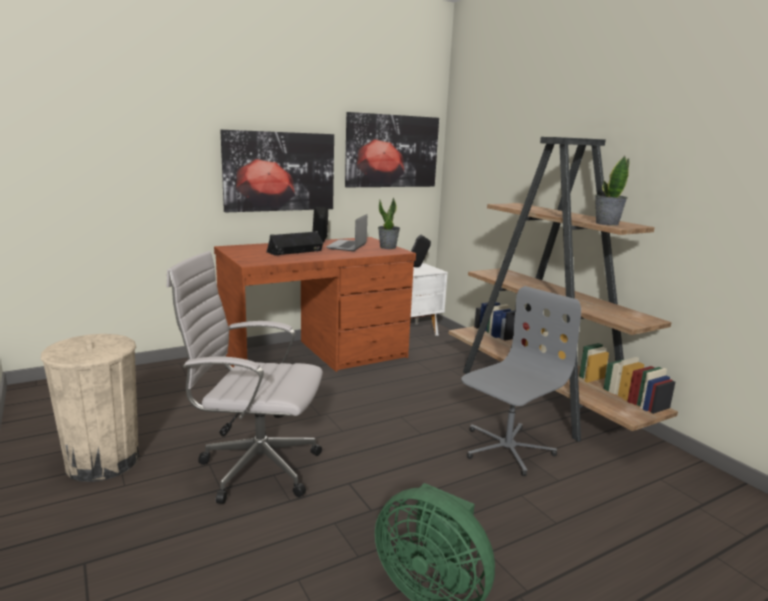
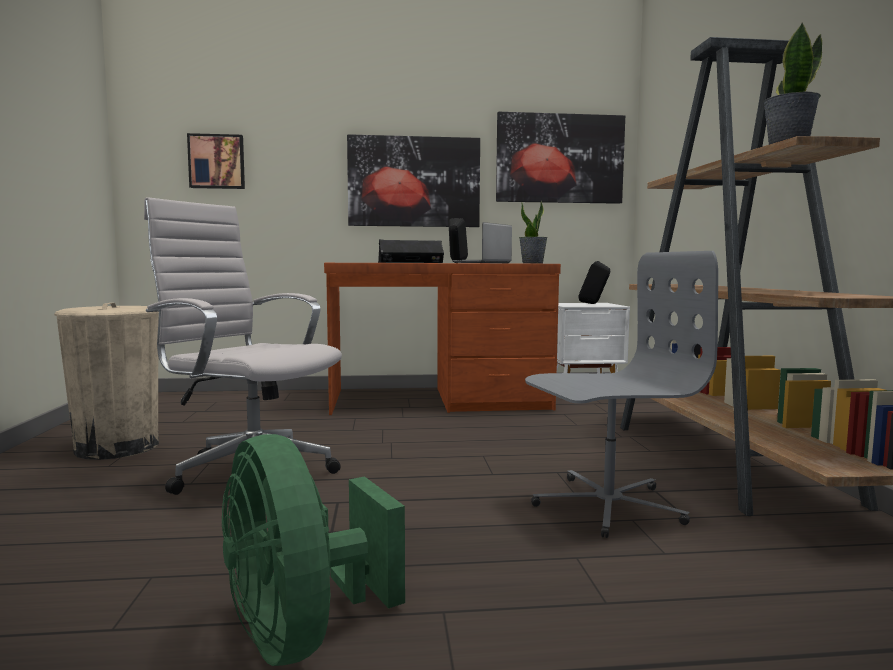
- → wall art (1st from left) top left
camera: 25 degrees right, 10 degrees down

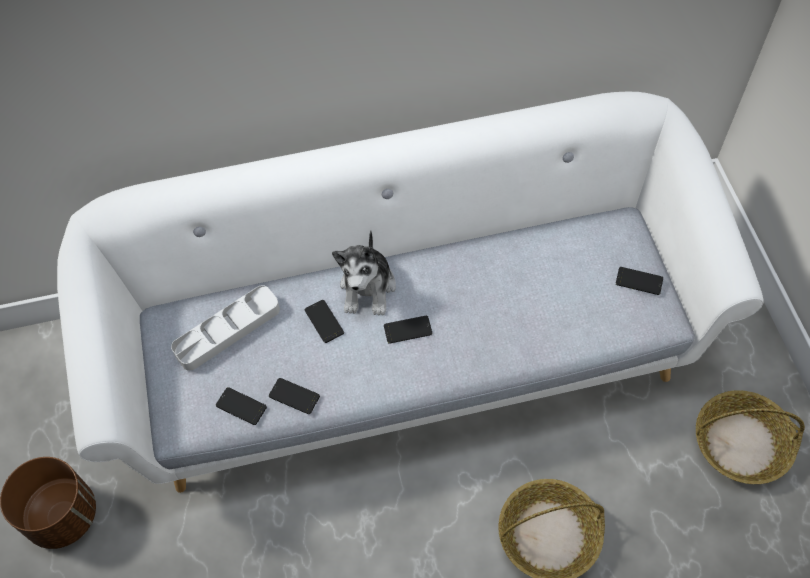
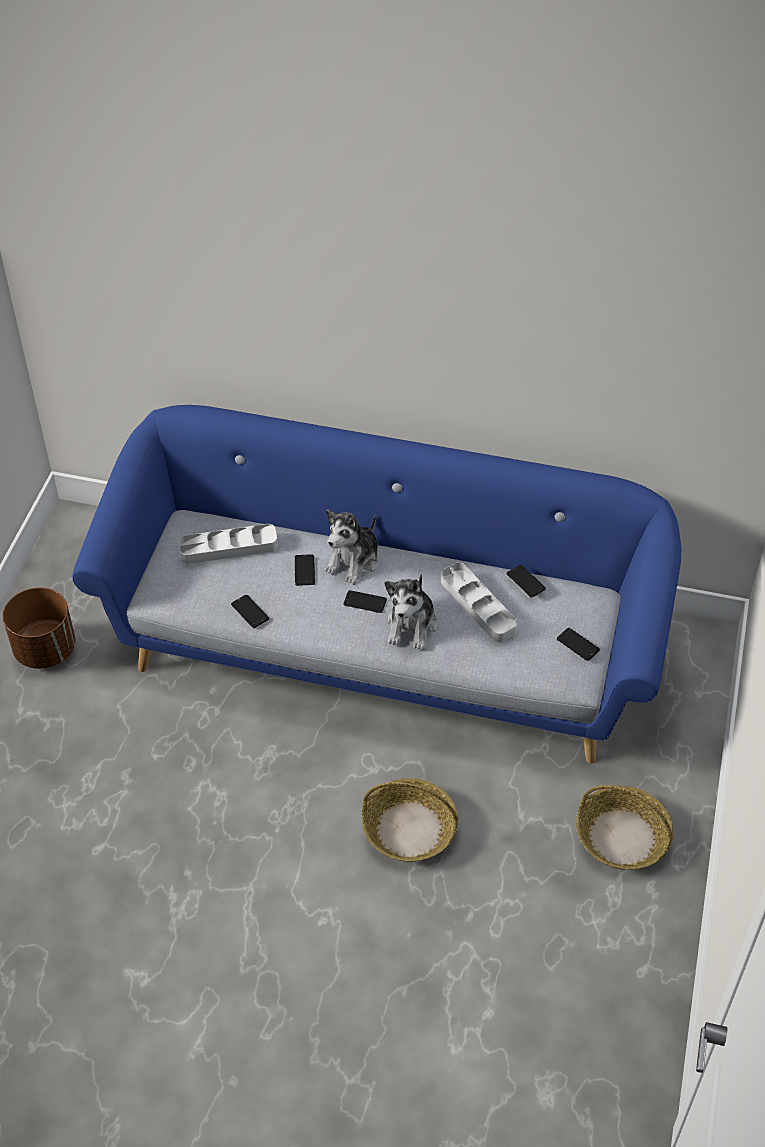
- → cuddly toy (2nd from left) centre
- → grey carrying tray (2nd from left) centre
handset (1st from left in the first image) bottom left → handset (4th from left) middle right, moved
white-coloured couch centre → blue couch centre
camera: 25 degrees right, 10 degrees down

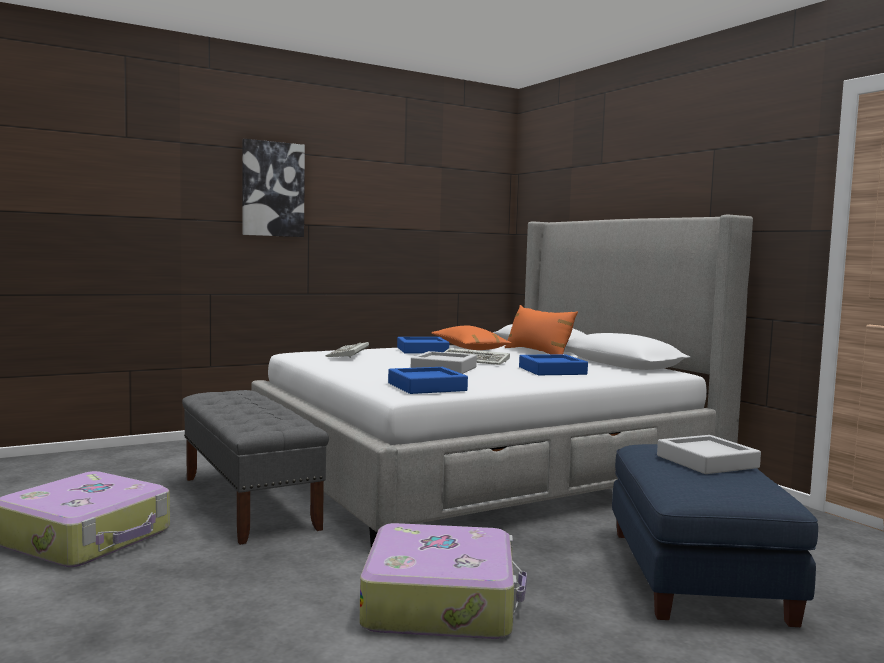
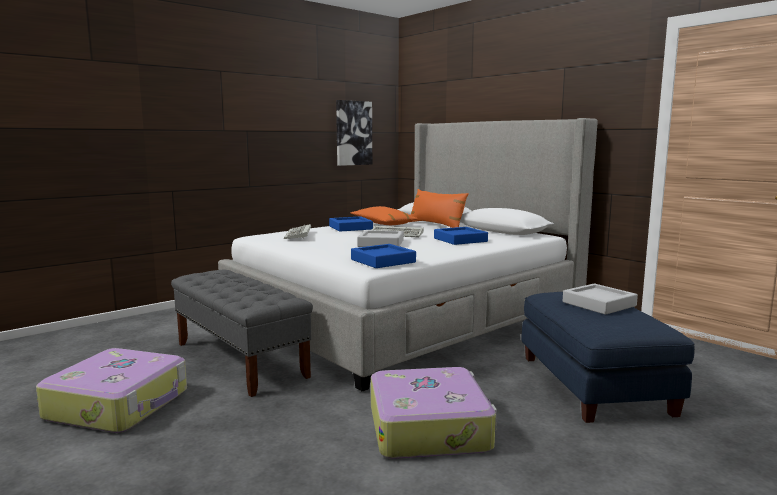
wall art top left → wall art top centre, moved
camera: 10 degrees left, 5 degrees up

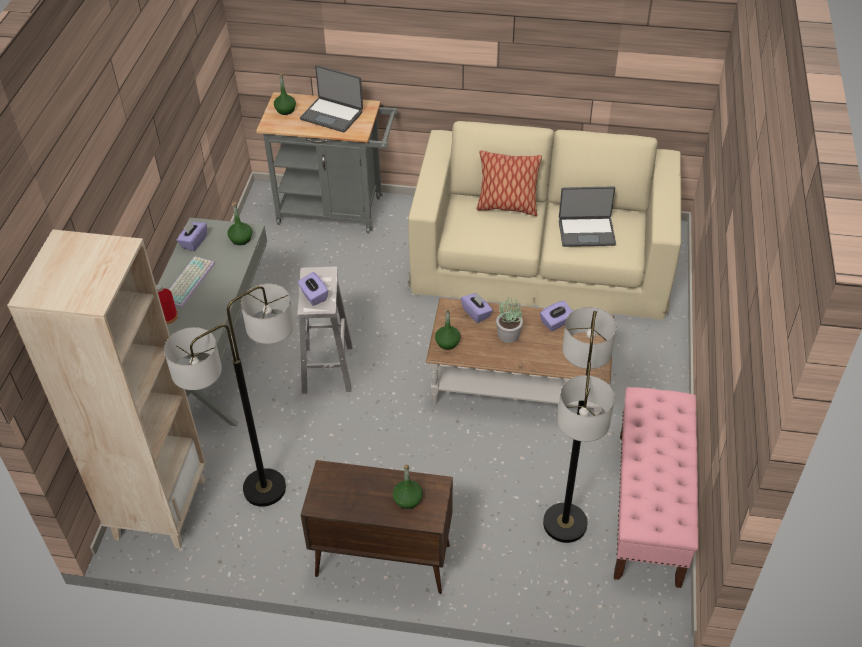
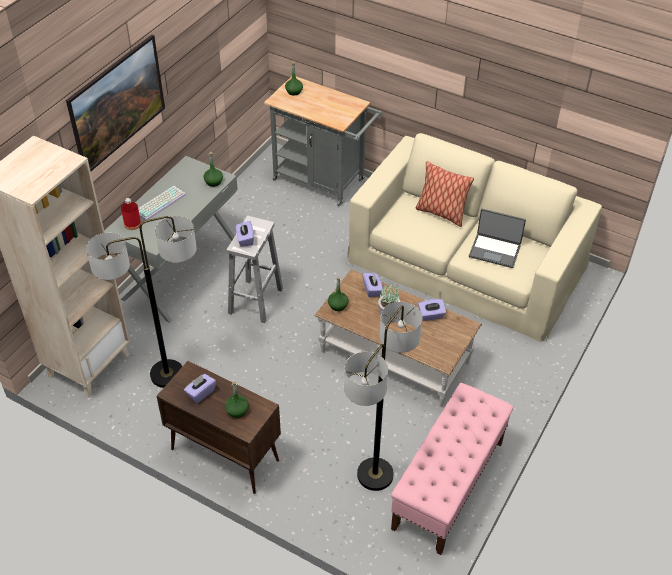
notebook computer (1st from left) top centre → -
- → wall art top left
purplish tissue box (1st from left) middle left → purplish tissue box (1st from left) bottom left, moved
camera: 20 degrees right, 0 degrees up

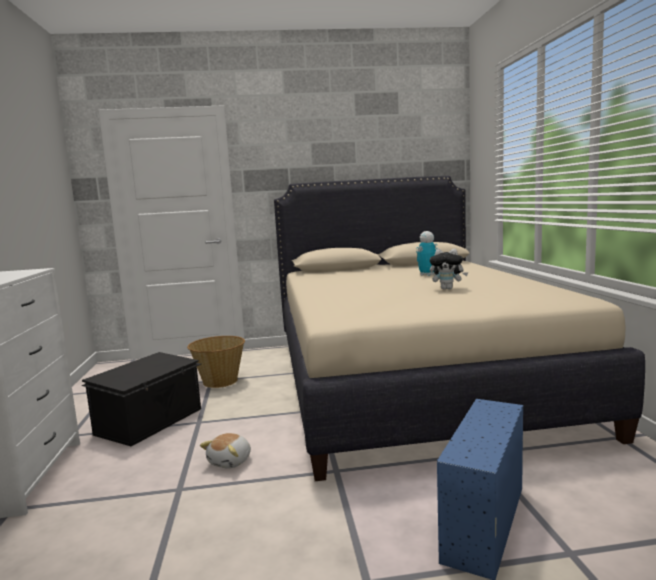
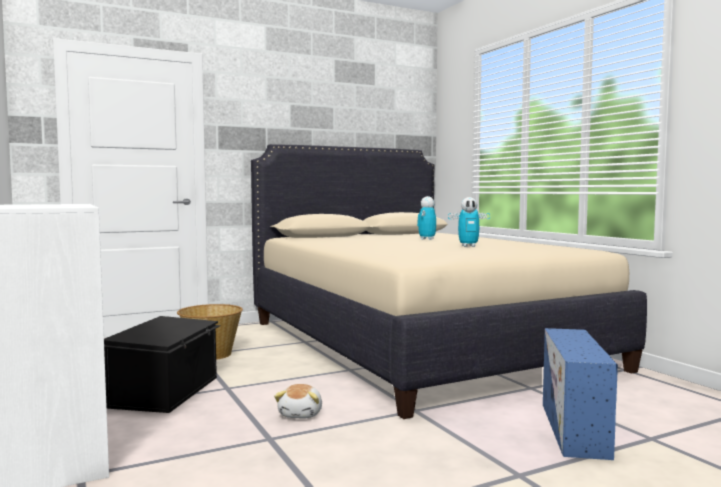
cuddly toy (2nd from left) middle right → robot figure (2nd from left) centre
camera: 20 degrees left, 5 degrees down

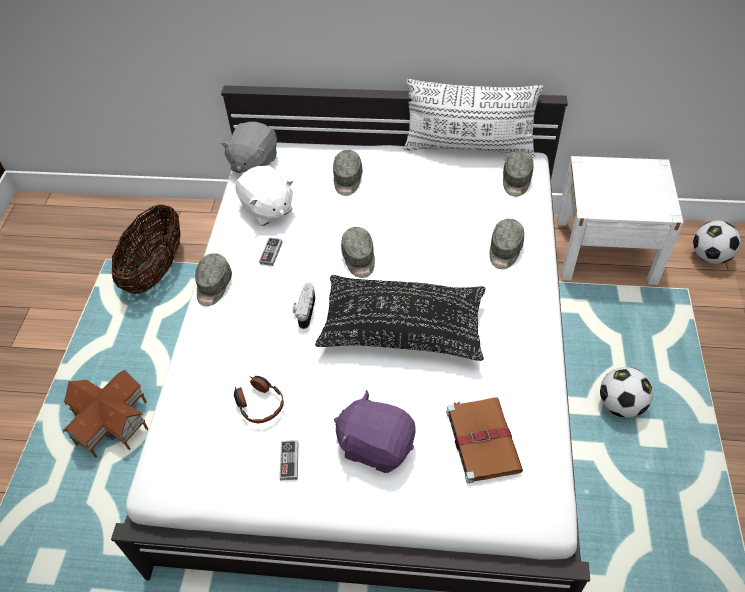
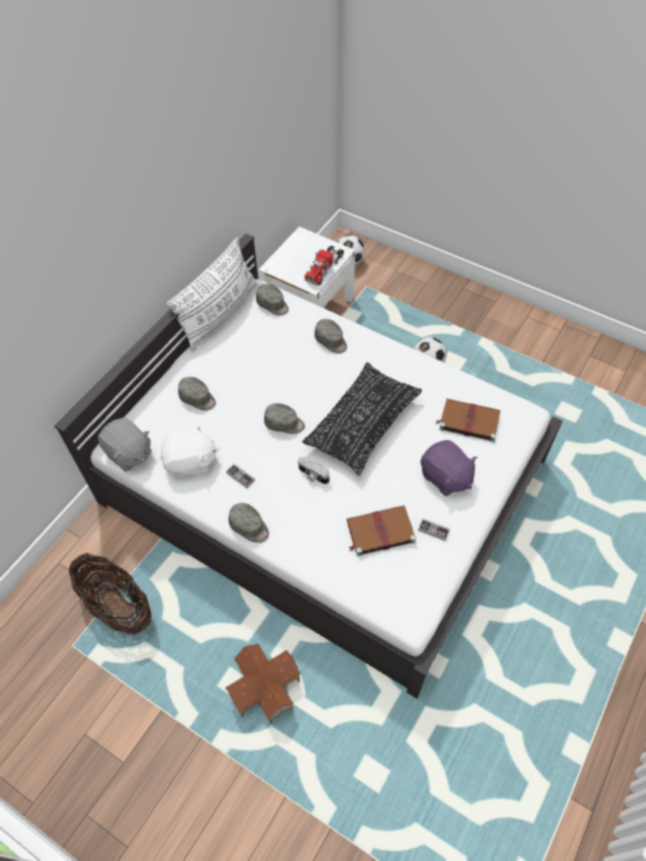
- → toy lorry top centre
headphones bottom centre → brown-coloured volume (1st from left) centre
purplish cuddly toy bottom centre → purplish cuddly toy middle right, 90 degrees counterclockwise
camera: 65 degrees left, 5 degrees up

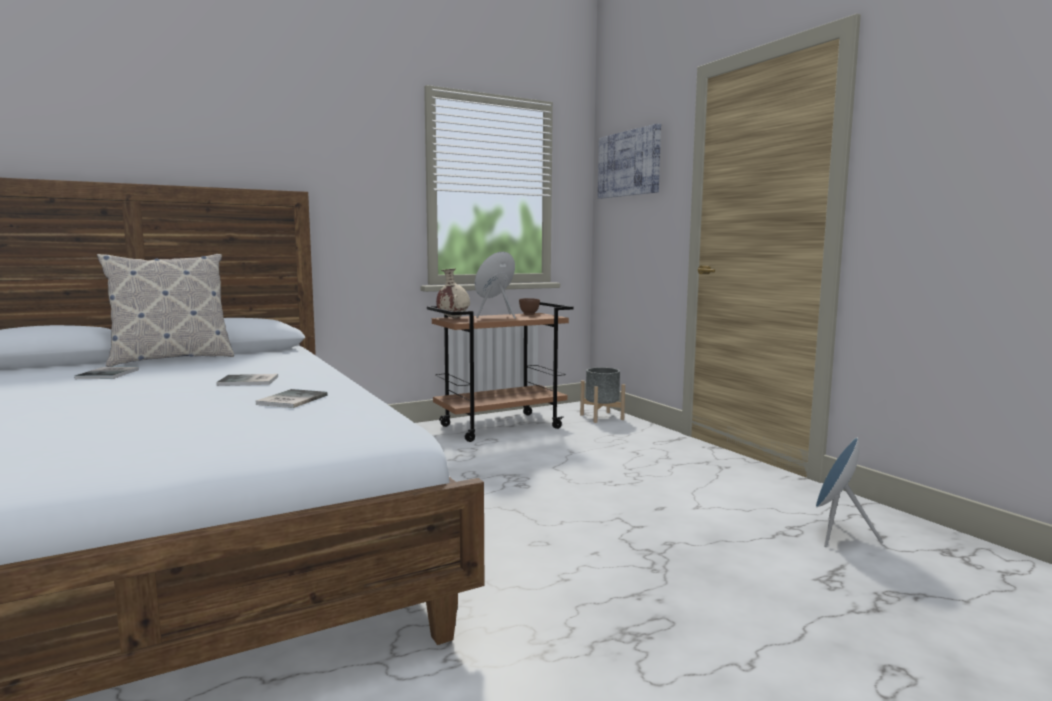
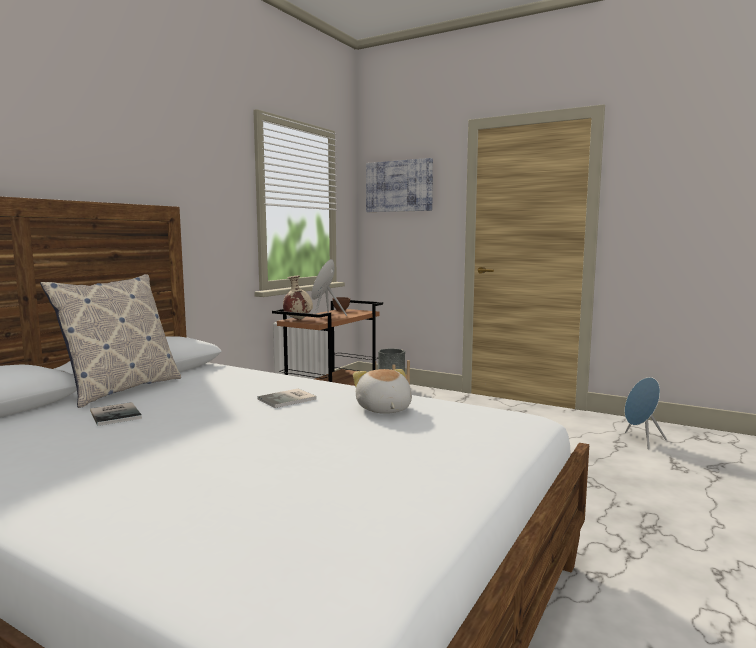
volume (3rd from left) middle left → cuddly toy centre
camera: 30 degrees left, 0 degrees up

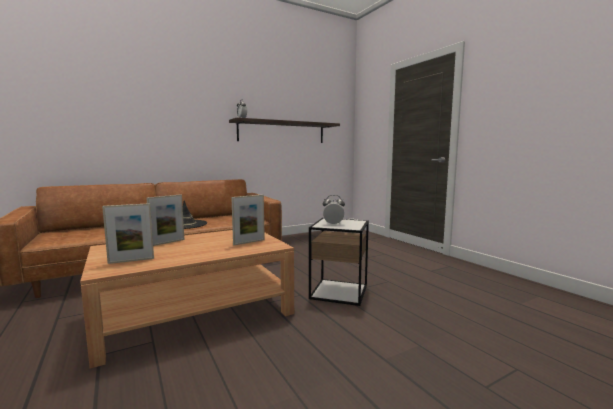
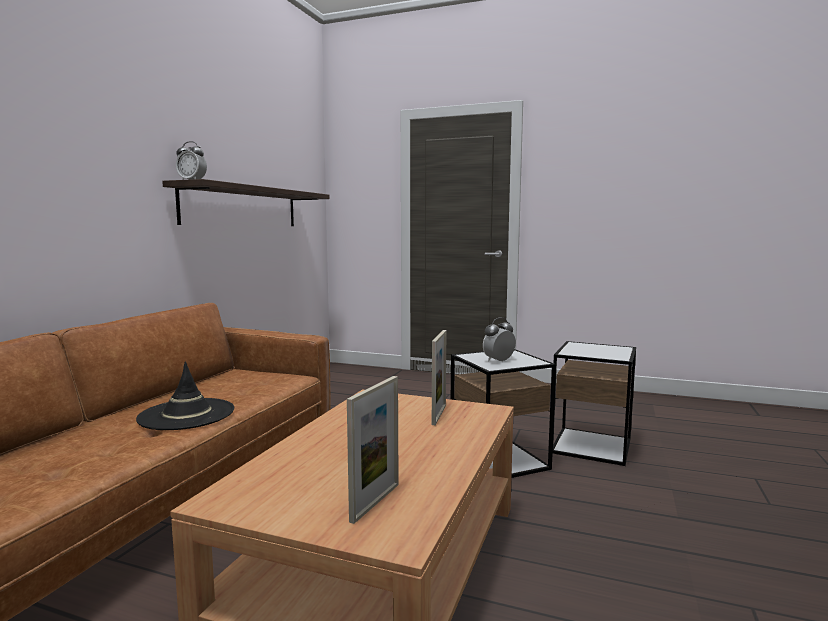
picture frame (2nd from left) middle left → -
- → side table (2nd from left) middle right
camera: 40 degrees left, 0 degrees up

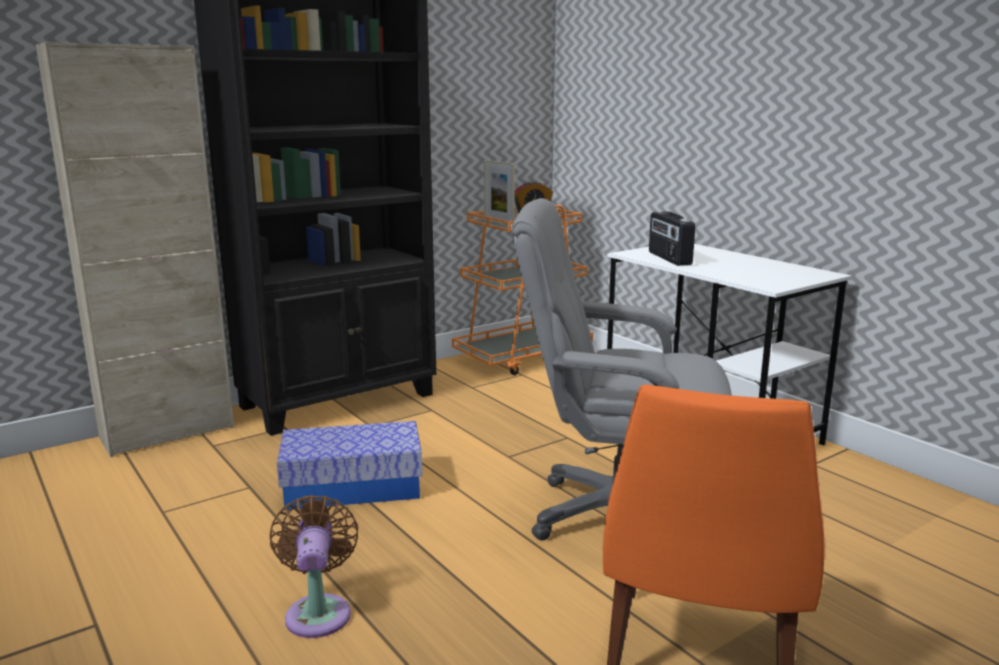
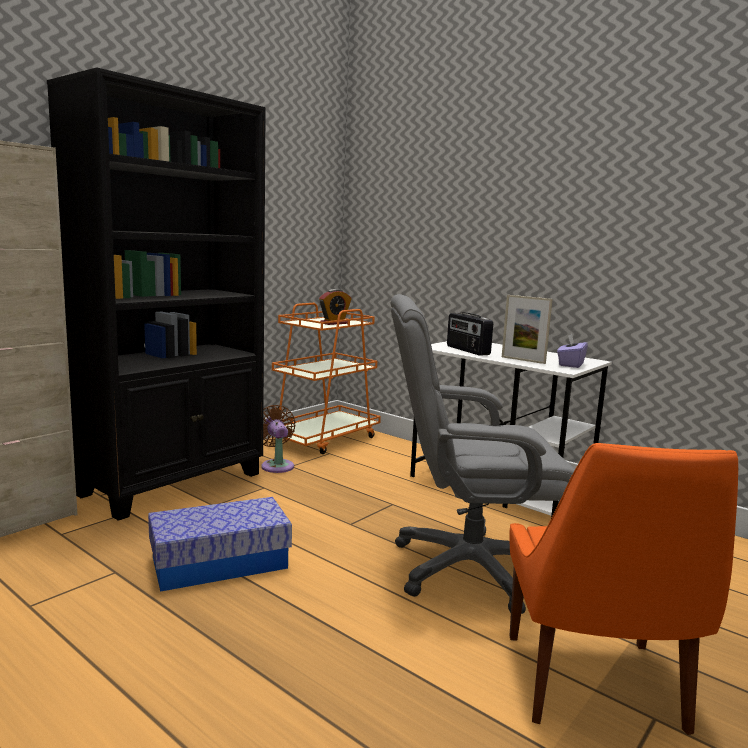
- → purplish tissue box middle right
brown-coloured electric fan bottom left → brown-coloured electric fan centre, moved
picture frame top centre → picture frame middle right, moved
camera: 15 degrees left, 5 degrees down

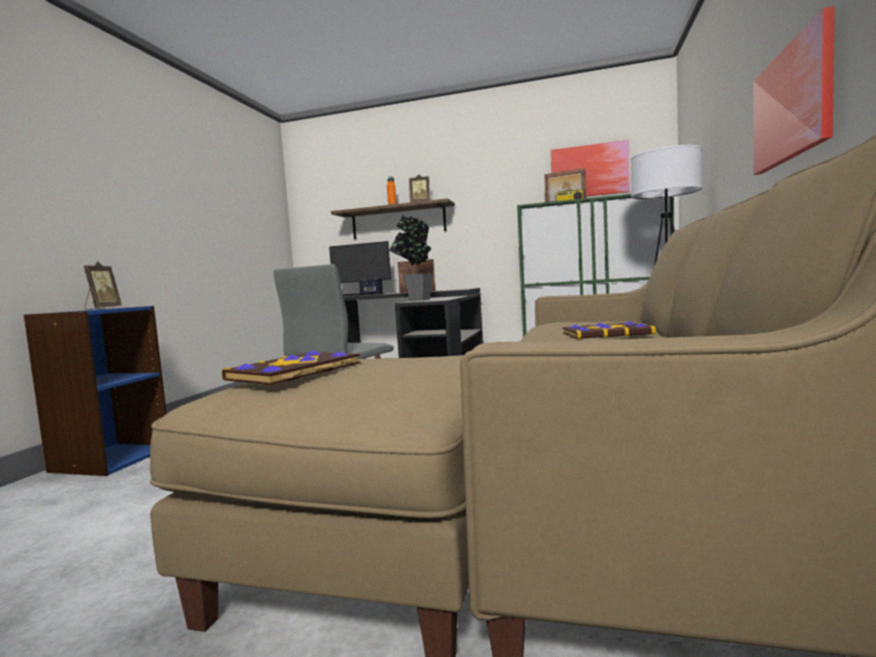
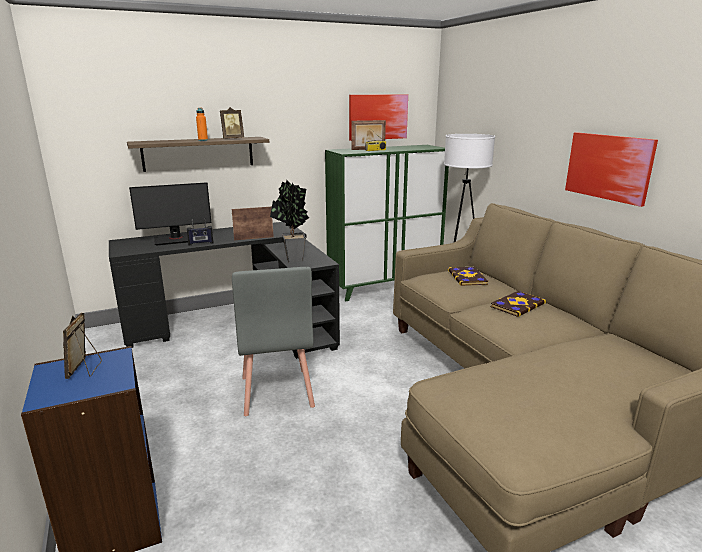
volume (1st from left) middle left → volume (1st from left) middle right, moved
picture frame (1st from left) middle left, 150 degrees counterclockwise
camera: 40 degrees left, 15 degrees up

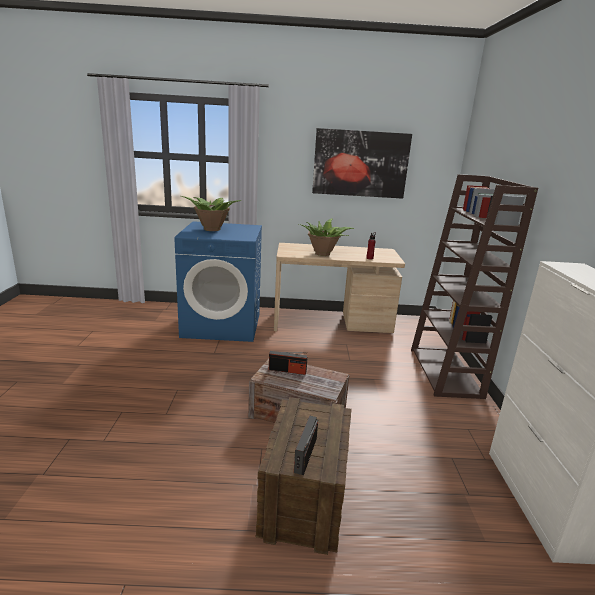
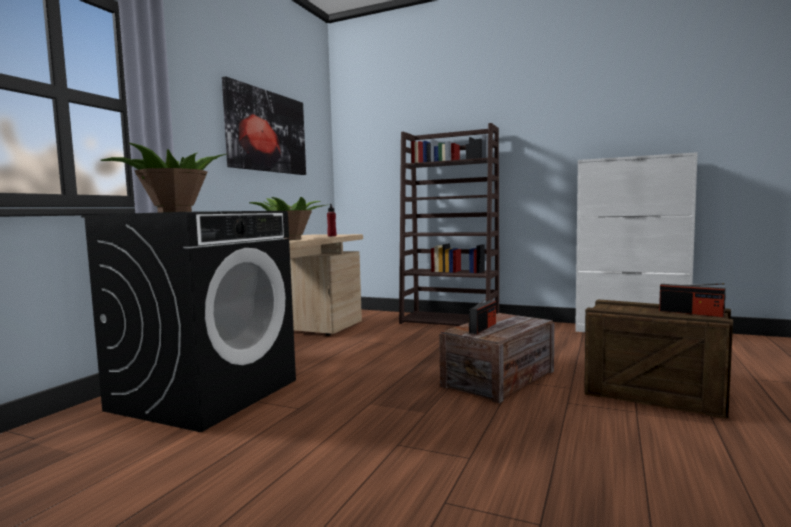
blue laundry appliance centre → black-coloured laundry appliance middle left
camera: 65 degrees left, 15 degrees down

